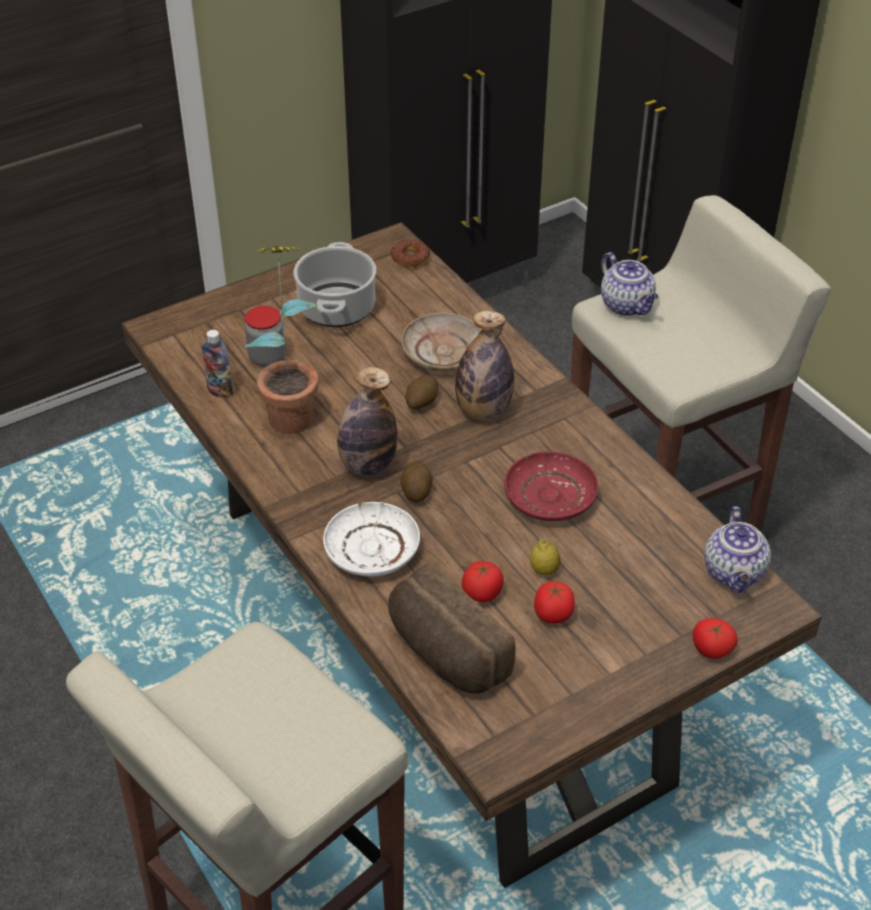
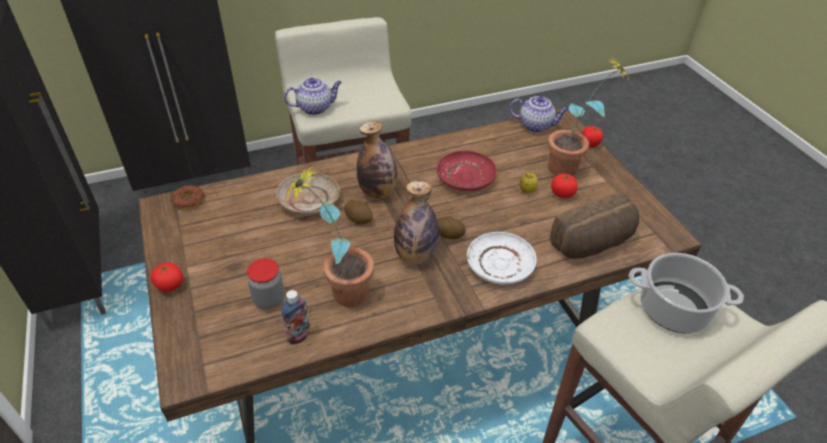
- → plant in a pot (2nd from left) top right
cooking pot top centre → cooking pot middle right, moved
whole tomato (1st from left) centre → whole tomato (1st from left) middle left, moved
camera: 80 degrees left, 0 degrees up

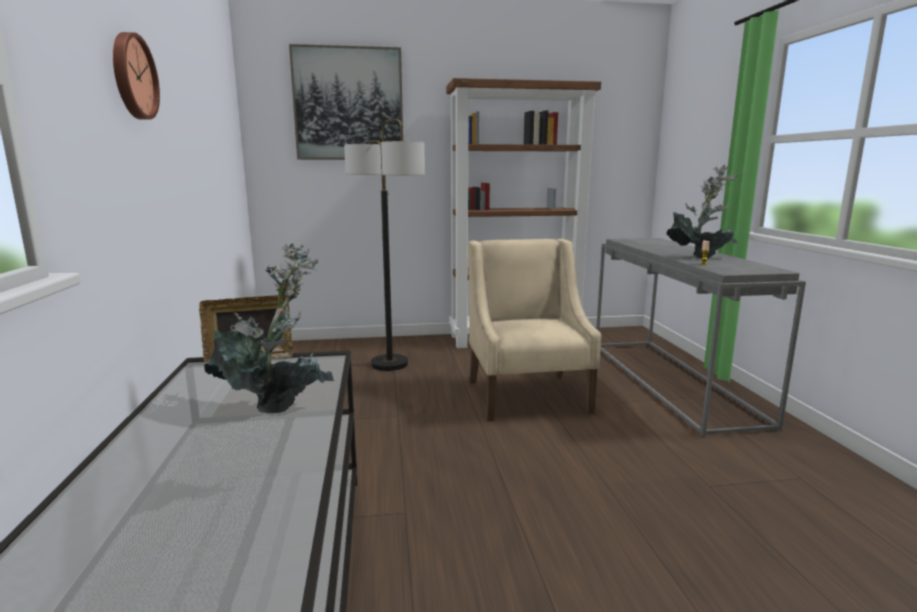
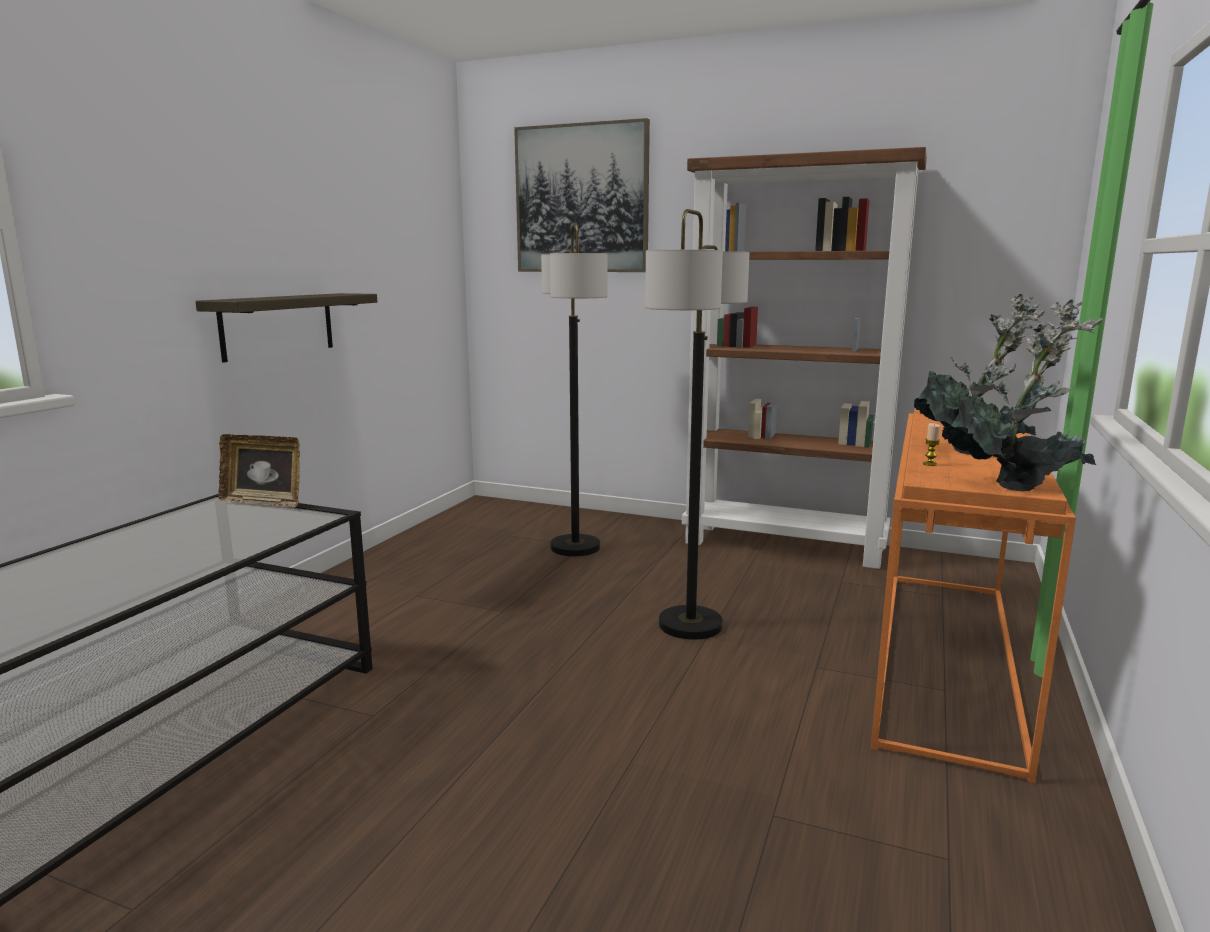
clock on the wall top left → -
- → wall shelf middle left
plant in a pot (1st from left in the first image) middle left → plant in a pot (2nd from left) middle right, moved
sand-coloured lounge chair centre → floor lamp (2nd from left) centre
grey hall table middle right → orangey hall table middle right
camera: 30 degrees right, 0 degrees up

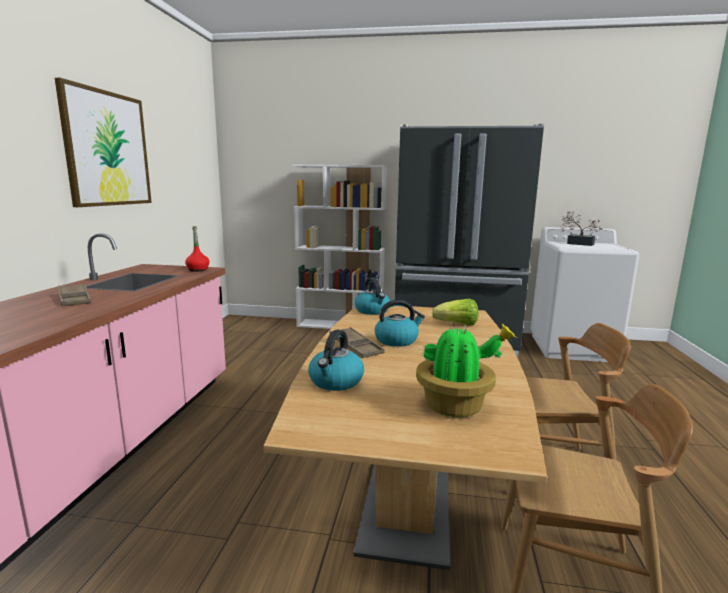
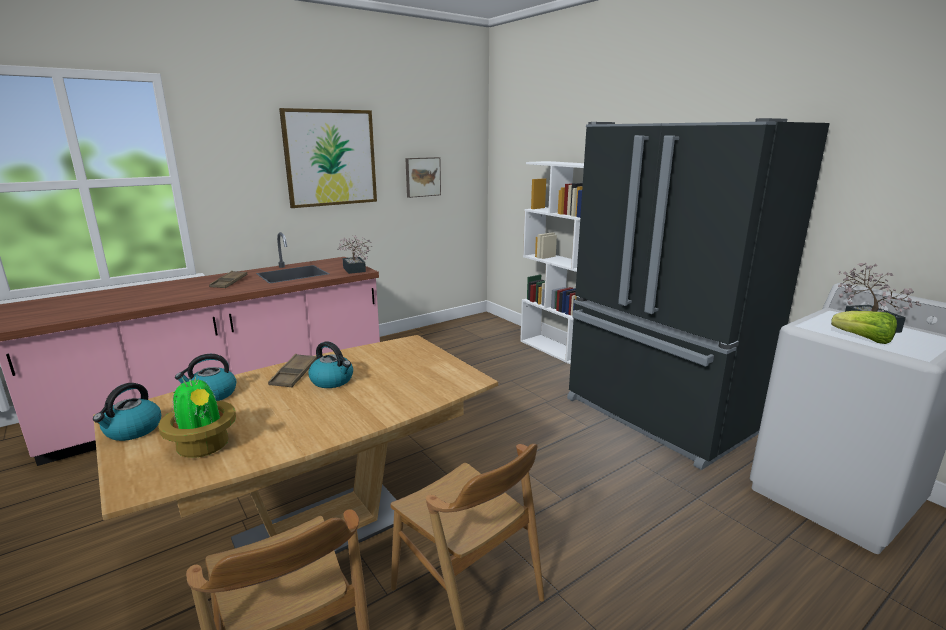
- → wall art (2nd from left) top centre
tea kettle (2nd from left in the first image) centre → tea kettle (1st from left) middle left, moved
lettuce centre → lettuce middle right, moved
red drink bottle middle left → plant in a pot (2nd from left) centre
camera: 45 degrees right, 5 degrees up

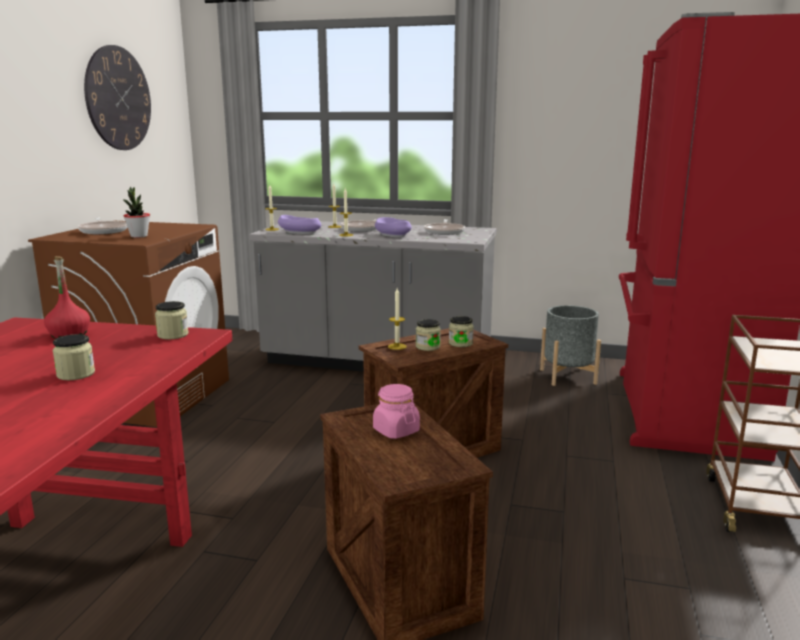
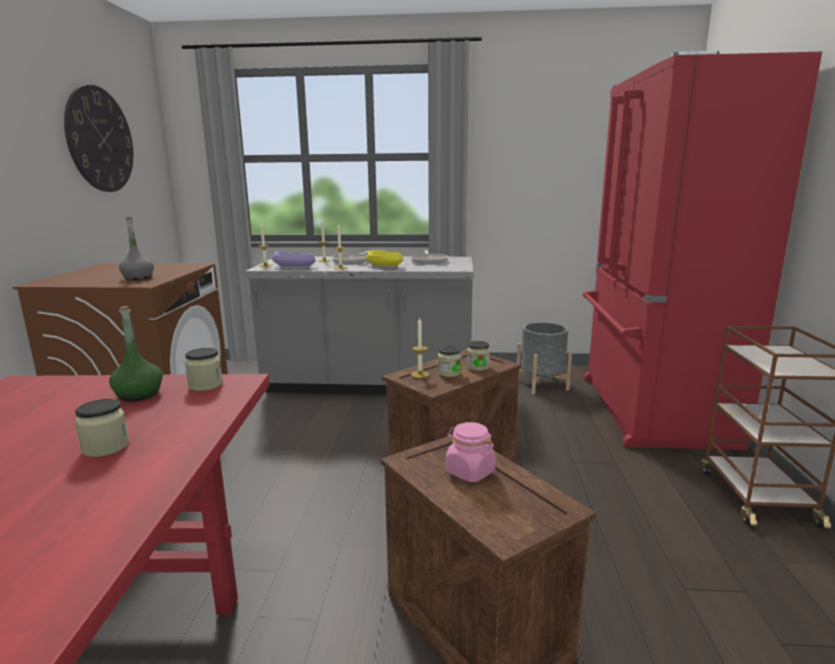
red drink bottle middle left → -
pan (1st from left) middle left → -
- → green-coloured drink bottle middle left
plant in a pot top left → grey drink bottle middle left
purplish bowl (2nd from left) centre → yellow bowl centre
camera: 10 degrees left, 0 degrees up

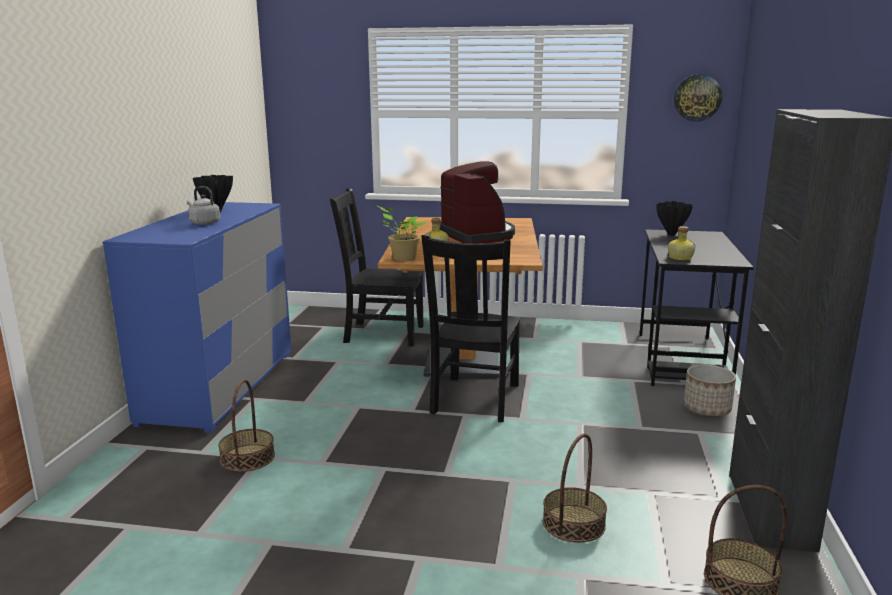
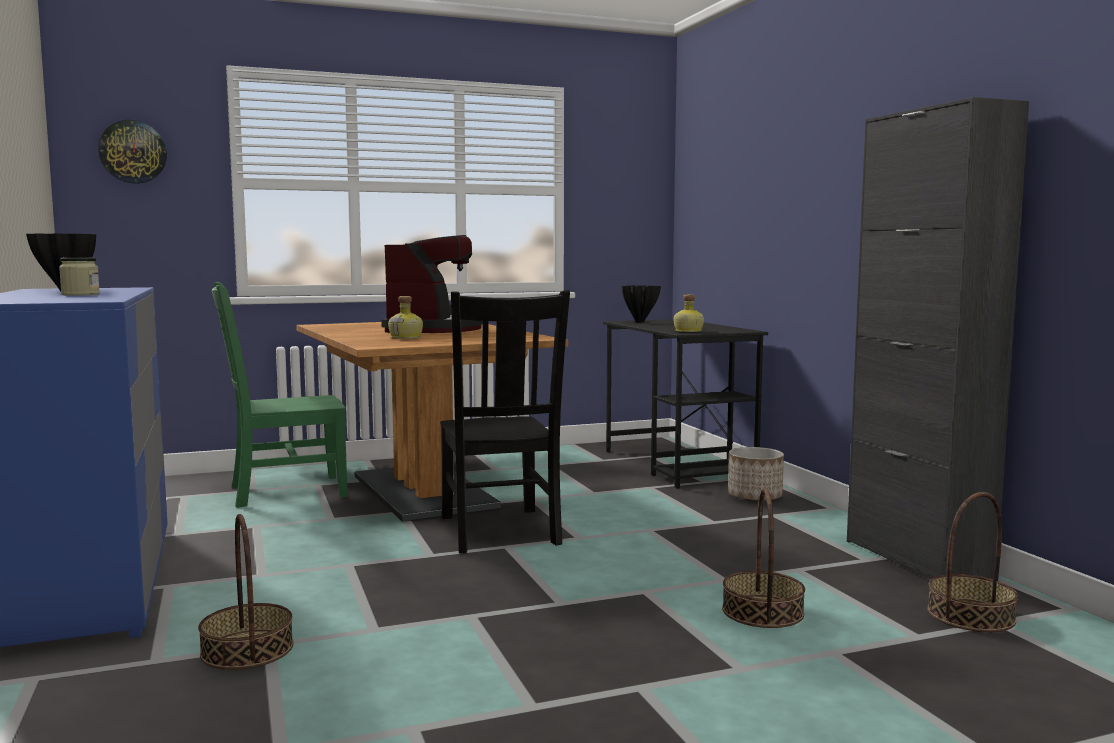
plant in a pot centre → -
clock on the wall top right → clock on the wall top left, moved
grey tea kettle middle left → preserve jar middle left
black-coloured chair (1st from left) centre → green-coloured chair middle left
coffee machine centre, 60 degrees clockwise
camera: 30 degrees left, 10 degrees down

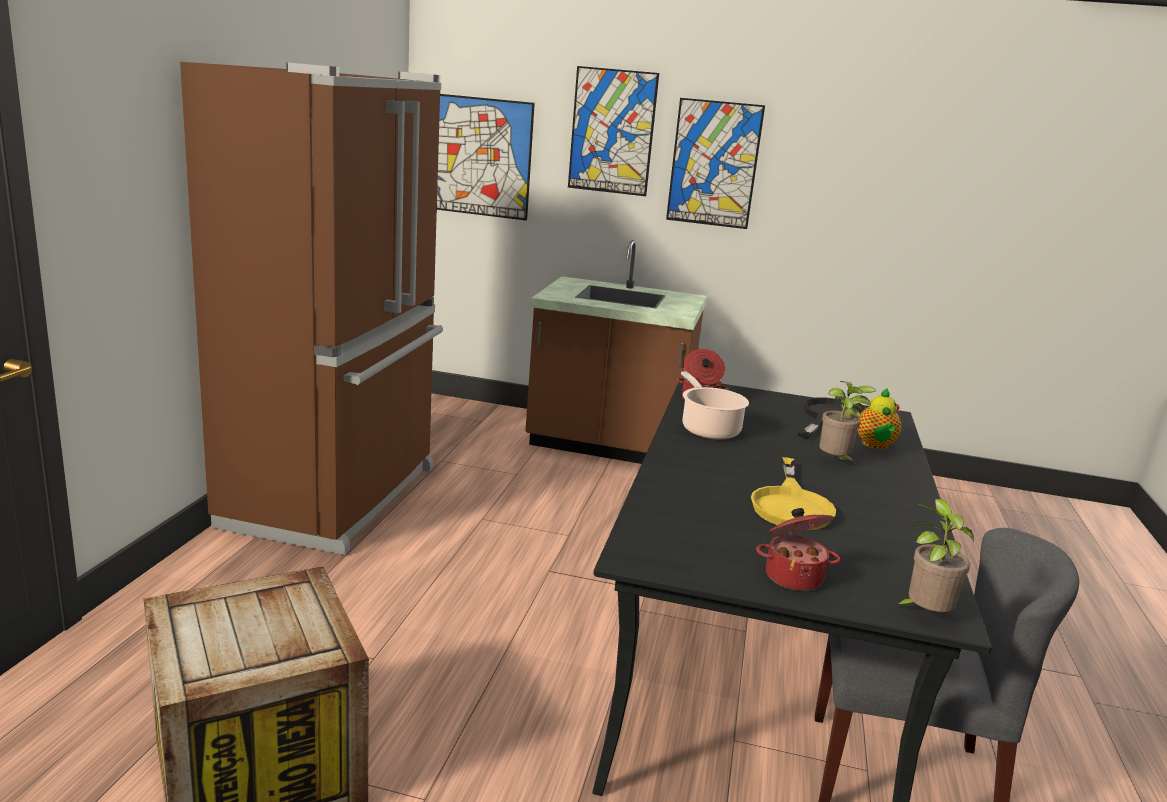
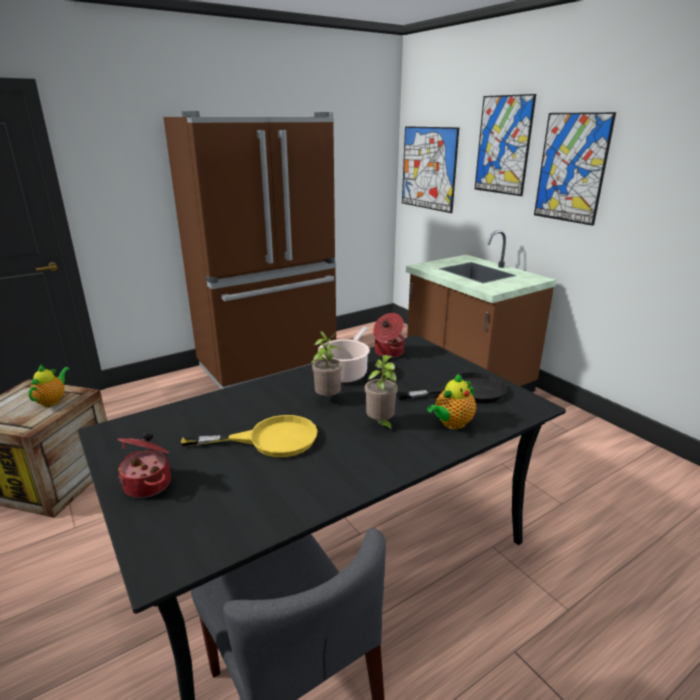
- → teapot (1st from left) middle left
plant in a pot (2nd from left in the first image) bottom right → plant in a pot (1st from left) centre, moved
yellow pan middle right → yellow pan centre, 150 degrees counterclockwise
camera: 45 degrees right, 5 degrees up

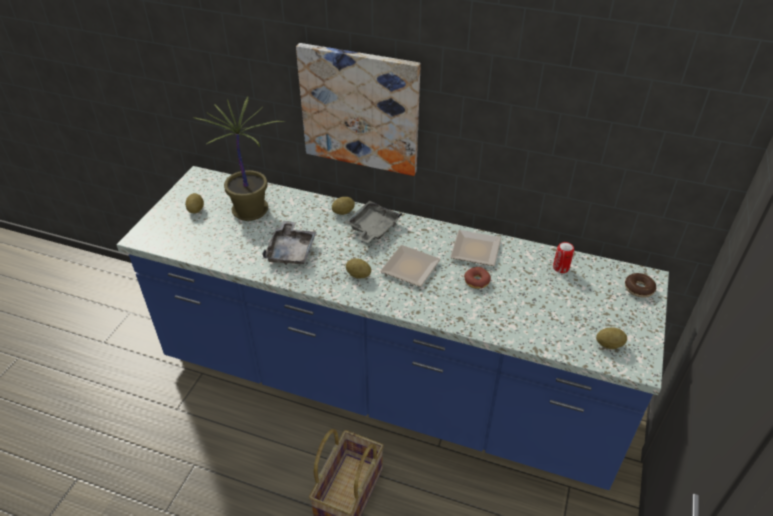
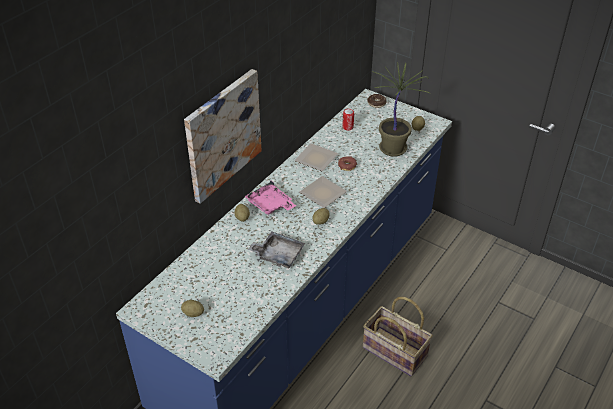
plant in a pot top left → plant in a pot top centre, moved
grey carrying tray (2nd from left) centre → pinkish carrying tray centre
camera: 75 degrees left, 0 degrees up

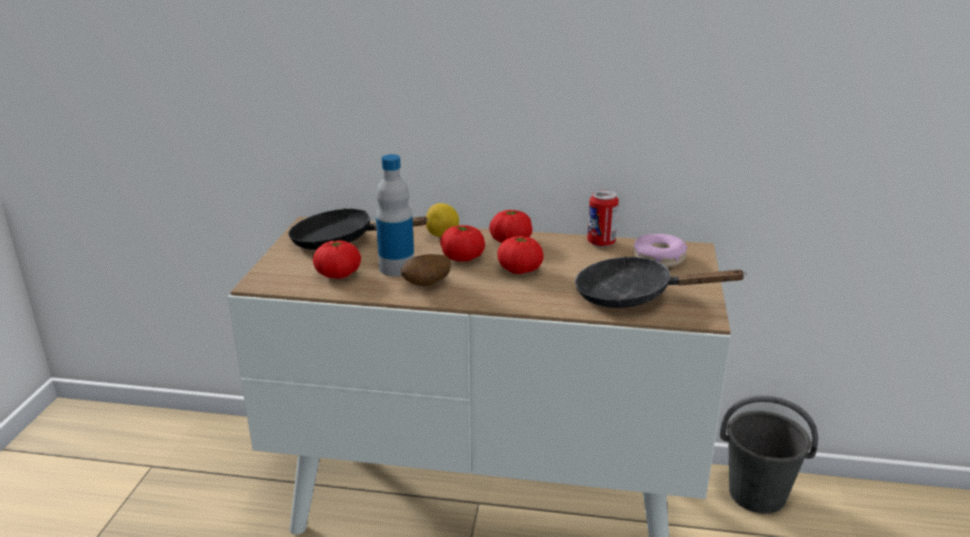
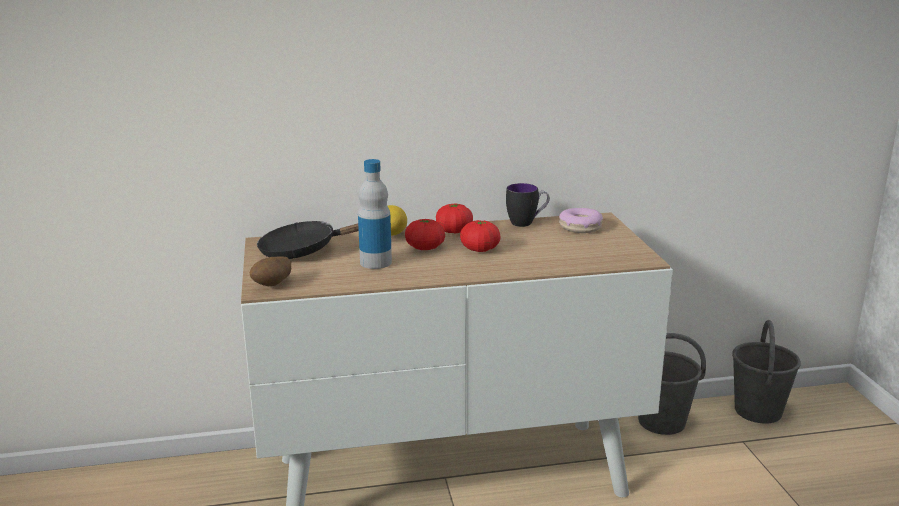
whole tomato (1st from left) centre → -
black-coloured pan (2nd from left) middle right → -
- → grey bucket (2nd from left) bottom right
whole potato centre → whole potato middle left, moved
metal can centre → tea mug centre
camera: 20 degrees left, 5 degrees down

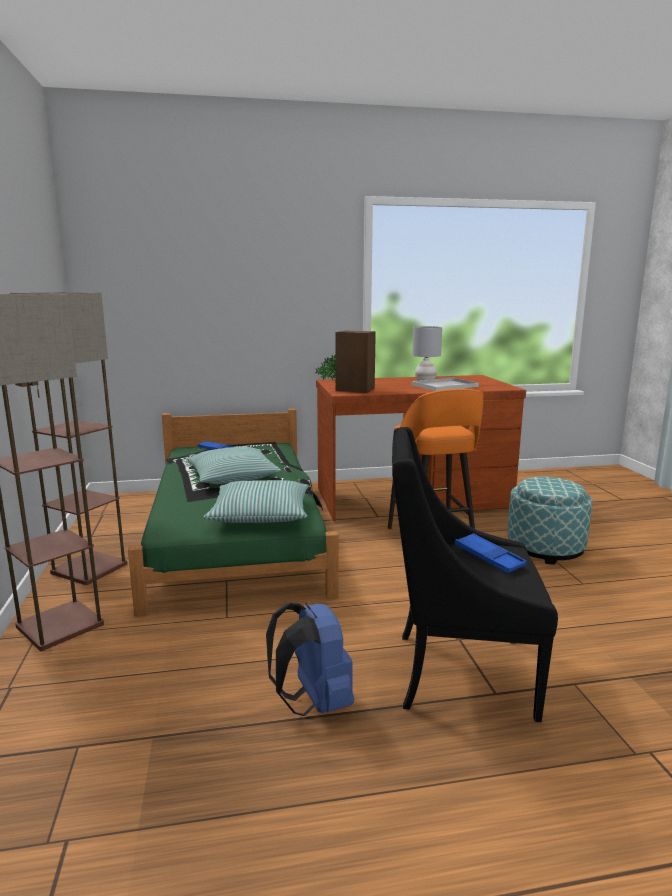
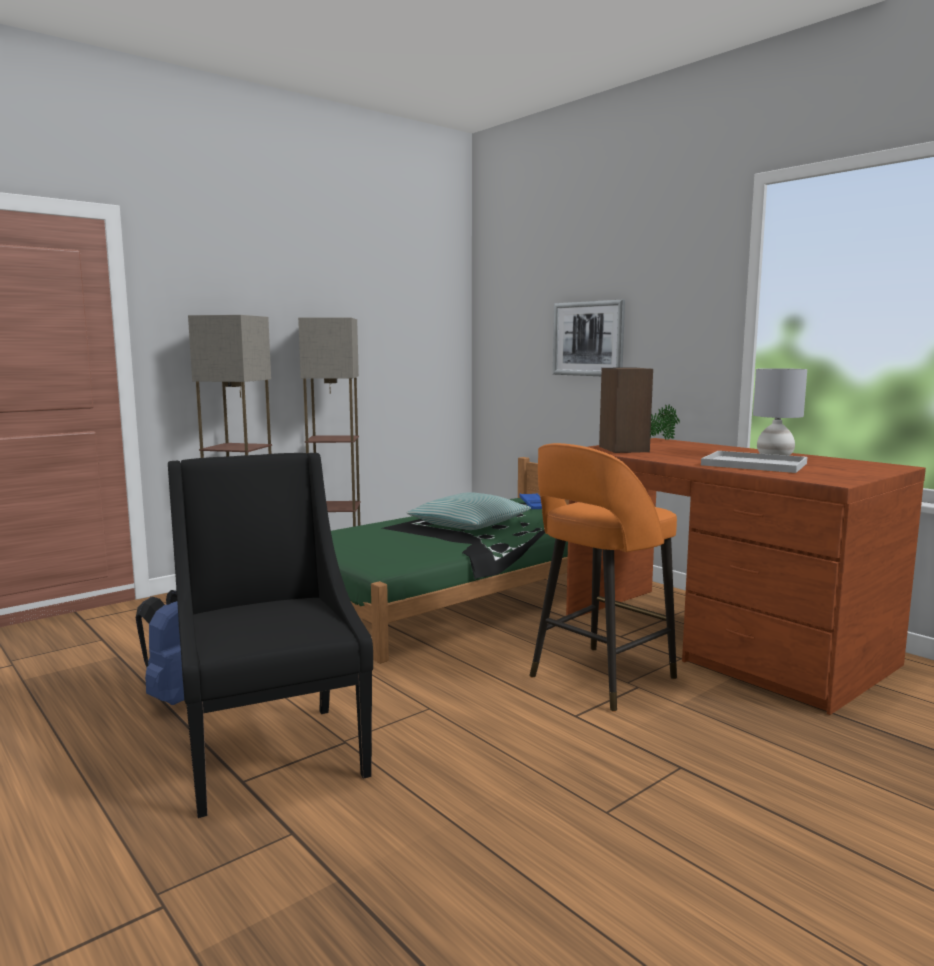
cushion (2nd from left) centre → -
blue carrying tray (2nd from left) middle right → -
pouffe middle right → -
- → wall art centre
camera: 60 degrees right, 5 degrees down

